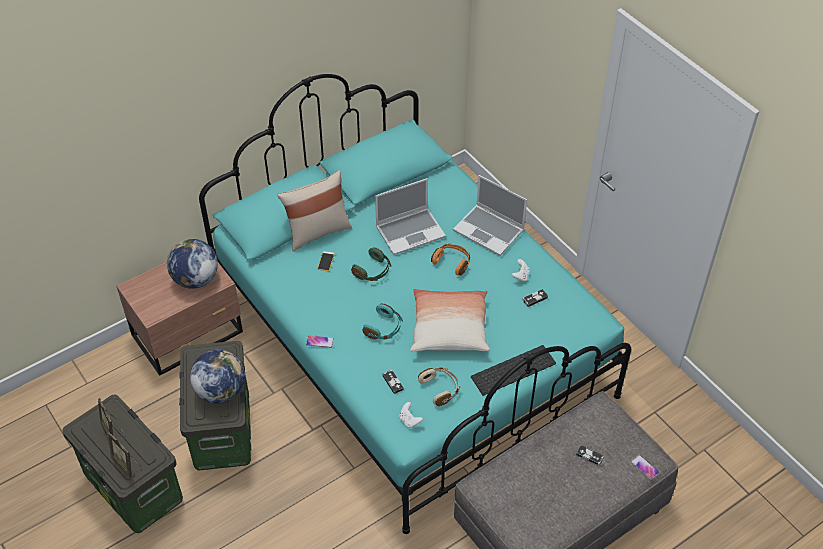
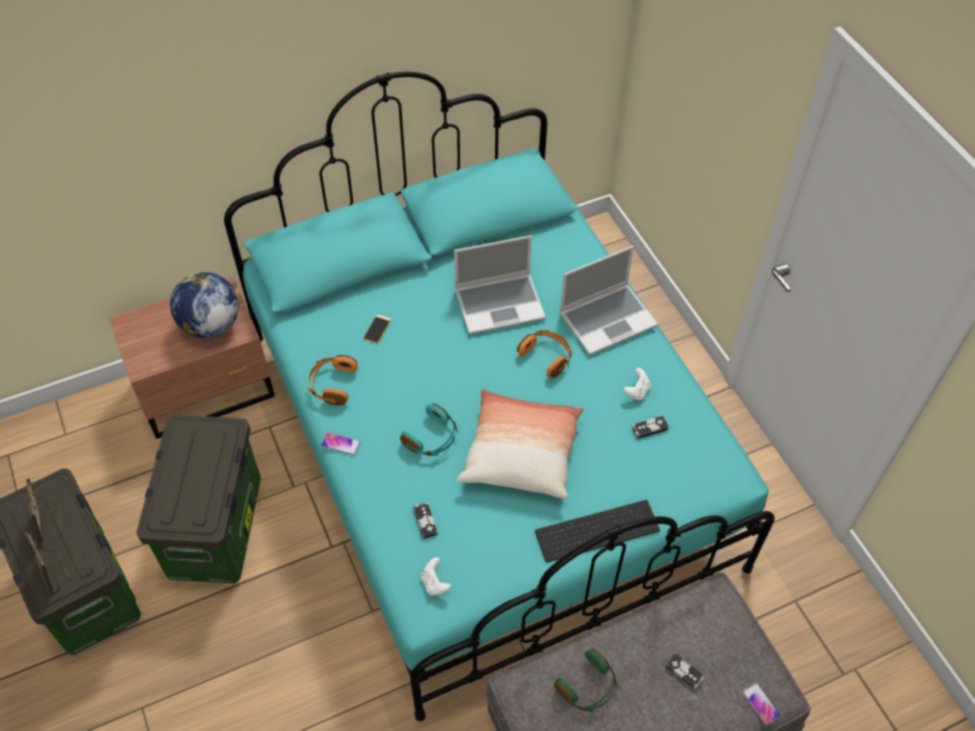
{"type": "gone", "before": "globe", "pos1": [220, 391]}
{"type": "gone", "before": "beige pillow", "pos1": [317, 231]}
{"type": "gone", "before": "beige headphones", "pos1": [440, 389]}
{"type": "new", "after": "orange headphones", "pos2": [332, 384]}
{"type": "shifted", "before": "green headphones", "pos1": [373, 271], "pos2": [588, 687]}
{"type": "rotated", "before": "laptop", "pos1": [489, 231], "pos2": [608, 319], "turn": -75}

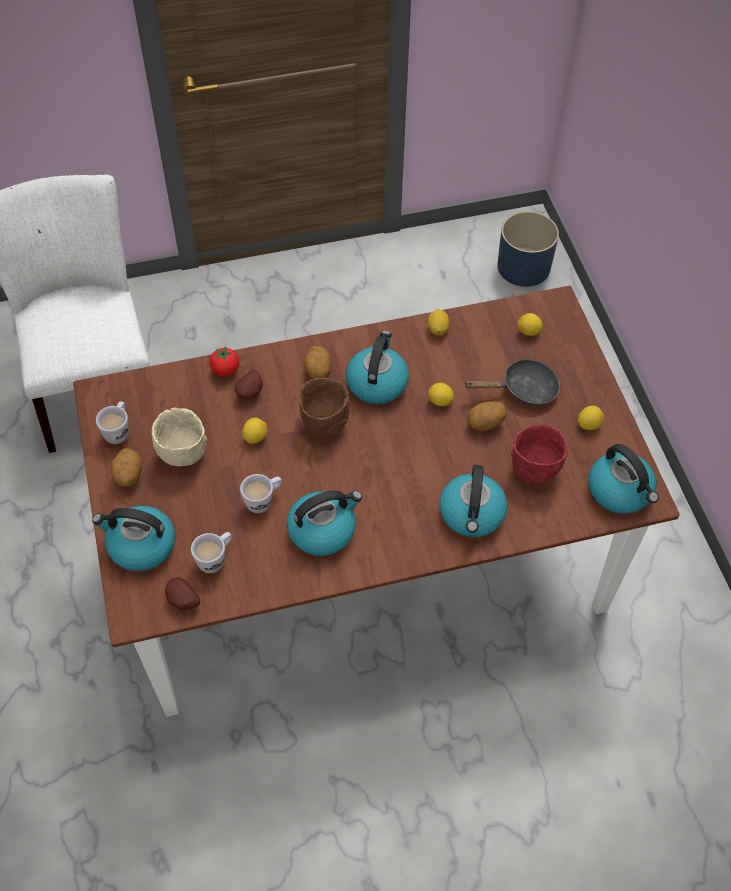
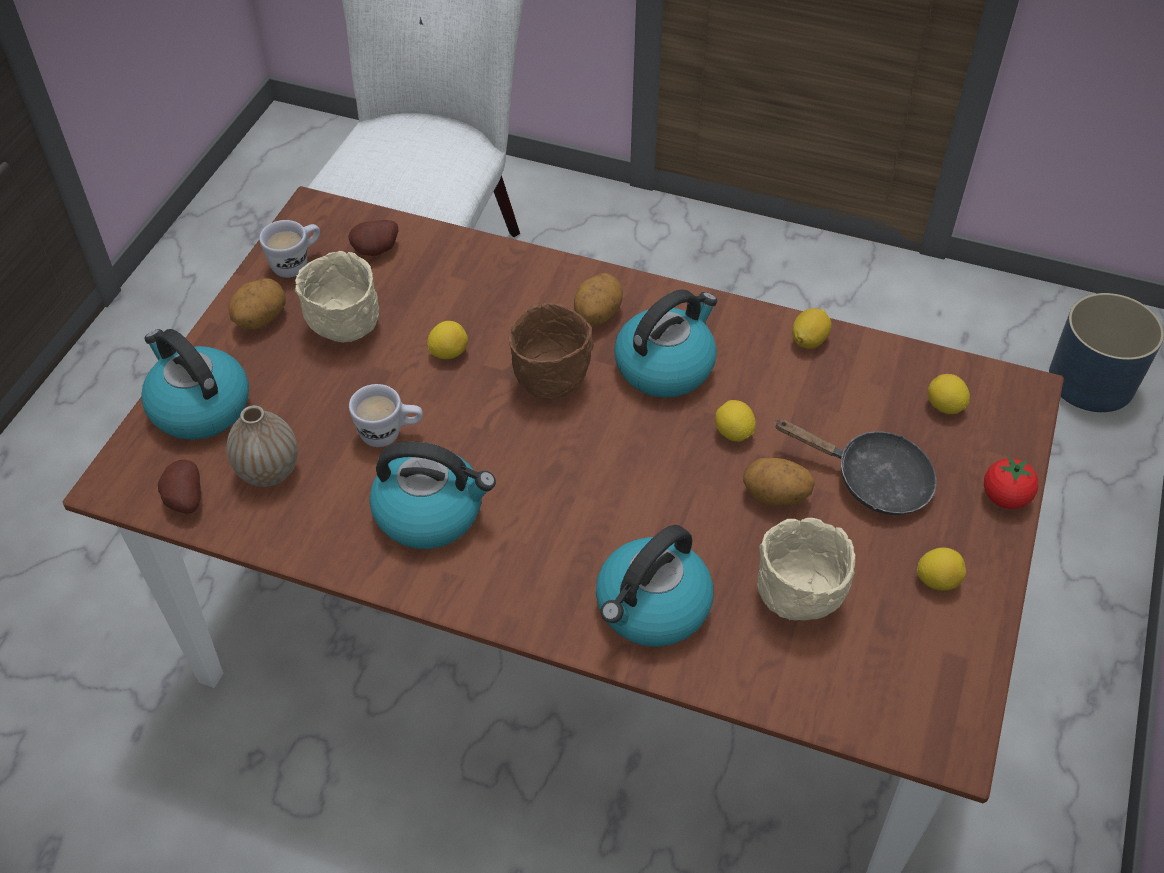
{"type": "gone", "before": "kettle", "pos1": [620, 491]}
{"type": "shifted", "before": "tomato", "pos1": [225, 370], "pos2": [1005, 497]}
{"type": "shifted", "before": "potato", "pos1": [251, 393], "pos2": [377, 251]}
{"type": "swapped", "before": "white mug", "after": "vase", "pos1": [215, 559], "pos2": [269, 471]}
{"type": "repainted", "before": "red bowl", "after": "beige bowl", "pos1": [535, 471], "pos2": [798, 600]}

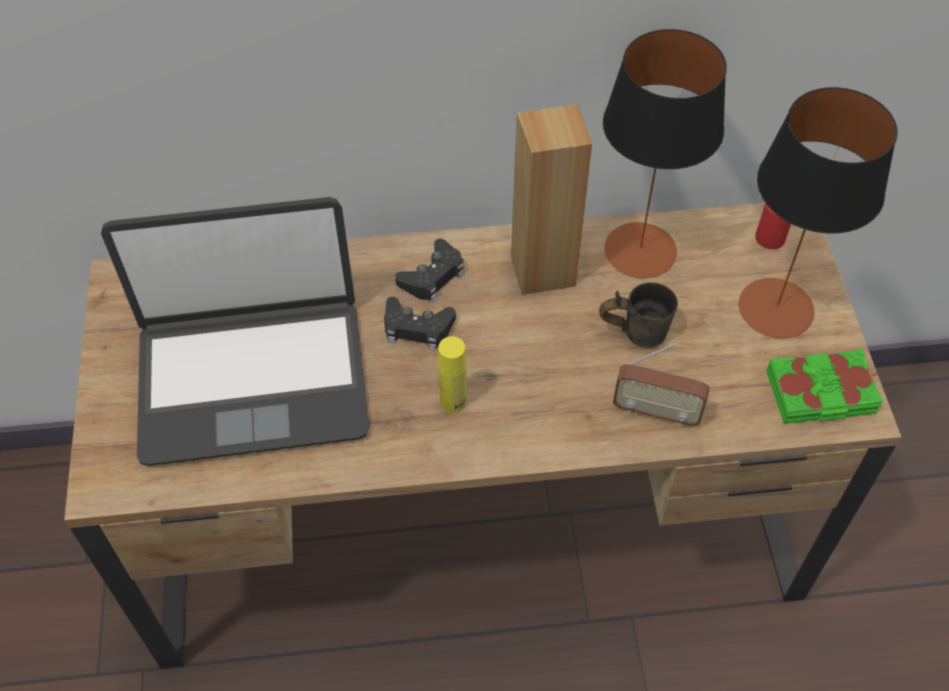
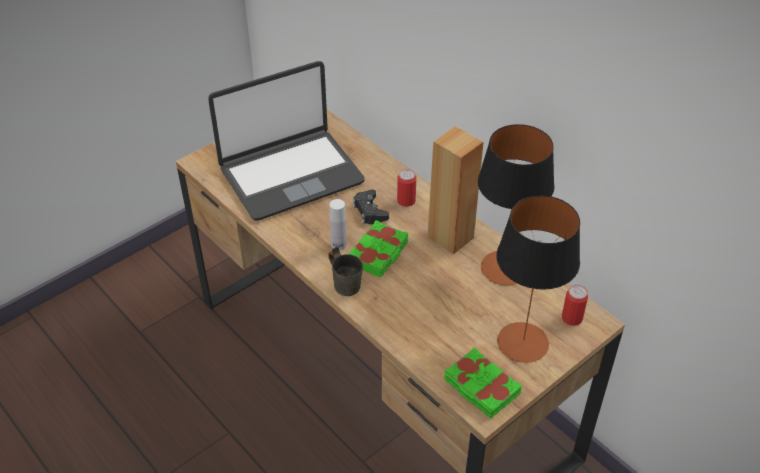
{"type": "gone", "before": "radio", "pos1": [656, 412]}
{"type": "new", "after": "green book", "pos2": [379, 253]}
{"type": "shifted", "before": "grey mug", "pos1": [635, 329], "pos2": [346, 282]}
{"type": "swapped", "before": "black game controller", "after": "can", "pos1": [432, 276], "pos2": [406, 201]}
{"type": "repainted", "before": "yellow bottle", "after": "white bottle", "pos1": [453, 402], "pos2": [339, 245]}
{"type": "rotated", "before": "laptop", "pos1": [252, 379], "pos2": [290, 175], "turn": -75}

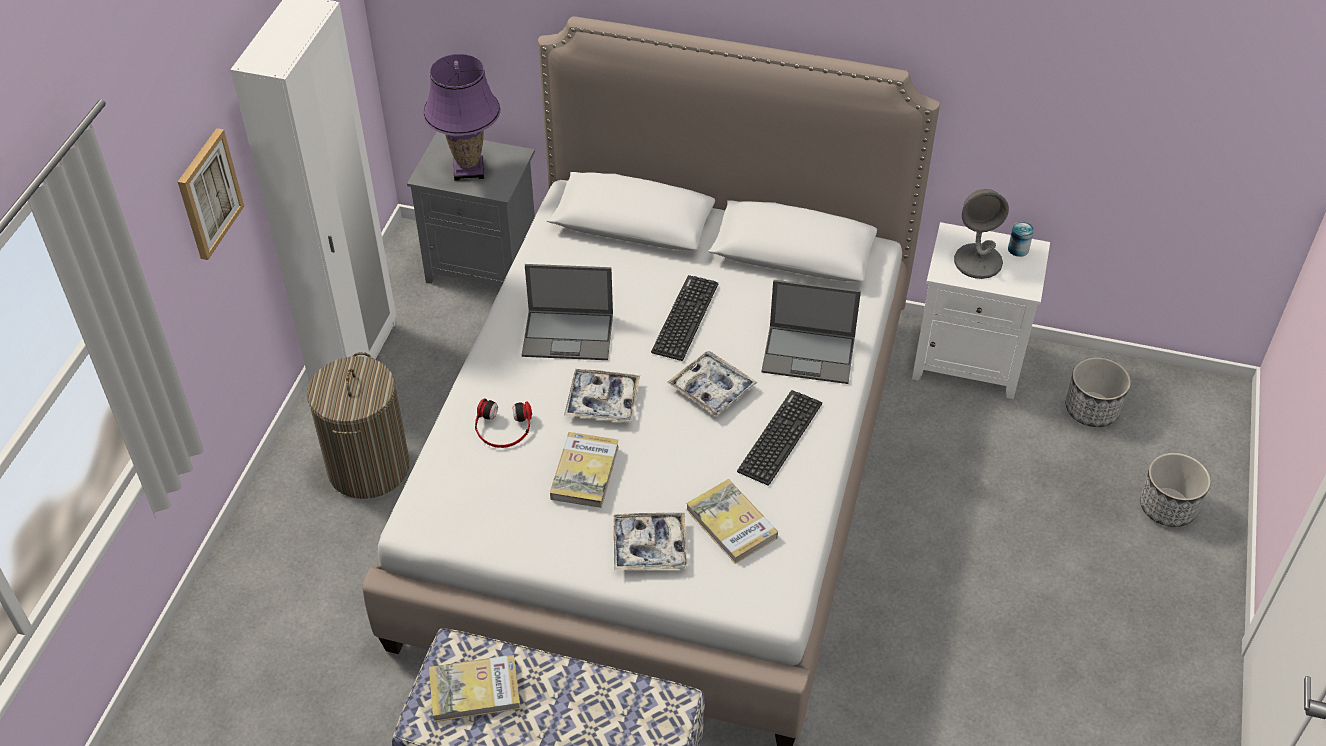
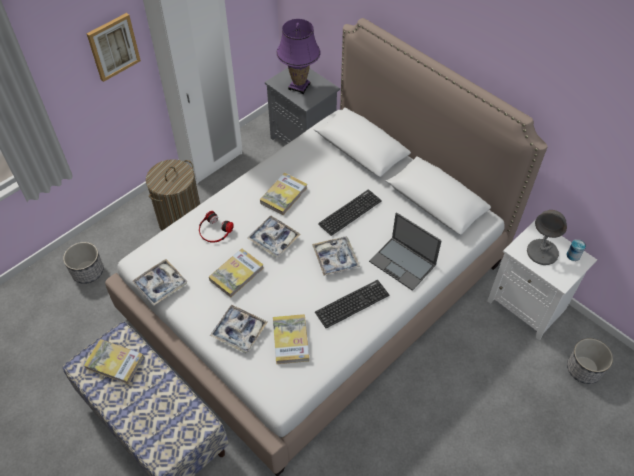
{"type": "new", "after": "tray", "pos2": [160, 285]}
{"type": "shifted", "before": "planter", "pos1": [1167, 507], "pos2": [88, 271]}
{"type": "swapped", "before": "laptop", "after": "book", "pos1": [569, 335], "pos2": [283, 195]}

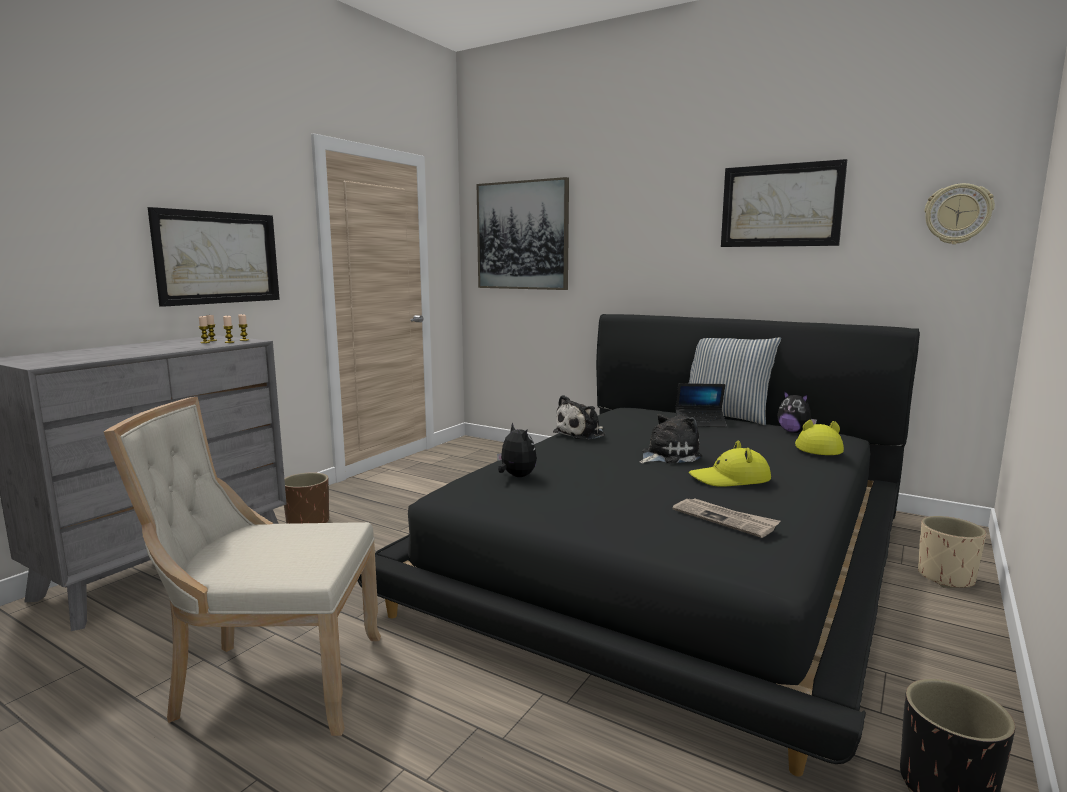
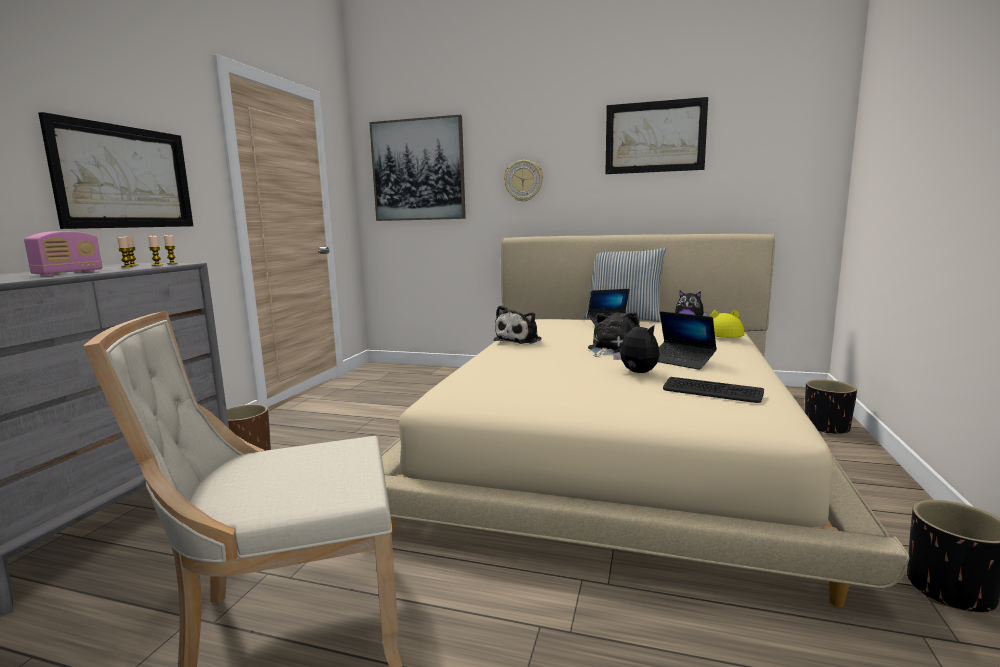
{"type": "new", "after": "radio", "pos2": [68, 273]}
{"type": "shifted", "before": "plush toy", "pos1": [516, 476], "pos2": [637, 373]}
{"type": "shifted", "before": "wall clock", "pos1": [957, 214], "pos2": [523, 181]}
{"type": "swapped", "before": "newspaper", "after": "keyboard", "pos1": [725, 519], "pos2": [712, 391]}
{"type": "swapped", "before": "yellow hat", "after": "laptop", "pos1": [730, 479], "pos2": [681, 361]}
{"type": "repainted", "before": "black bed", "after": "beige bed", "pos1": [671, 554], "pos2": [613, 438]}
{"type": "repainted", "before": "beige planter", "after": "black planter", "pos1": [946, 578], "pos2": [827, 428]}

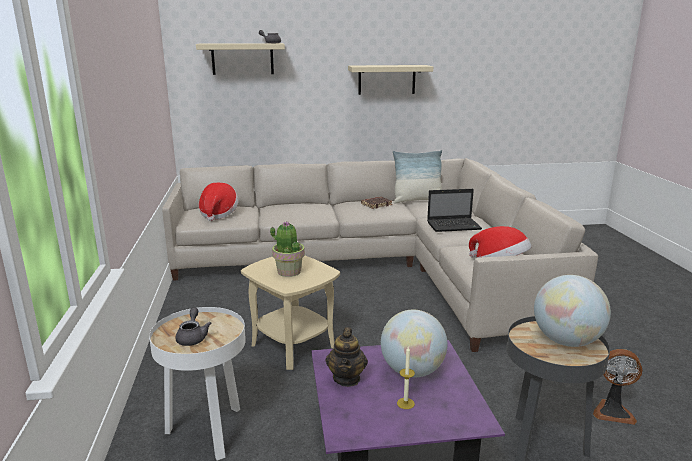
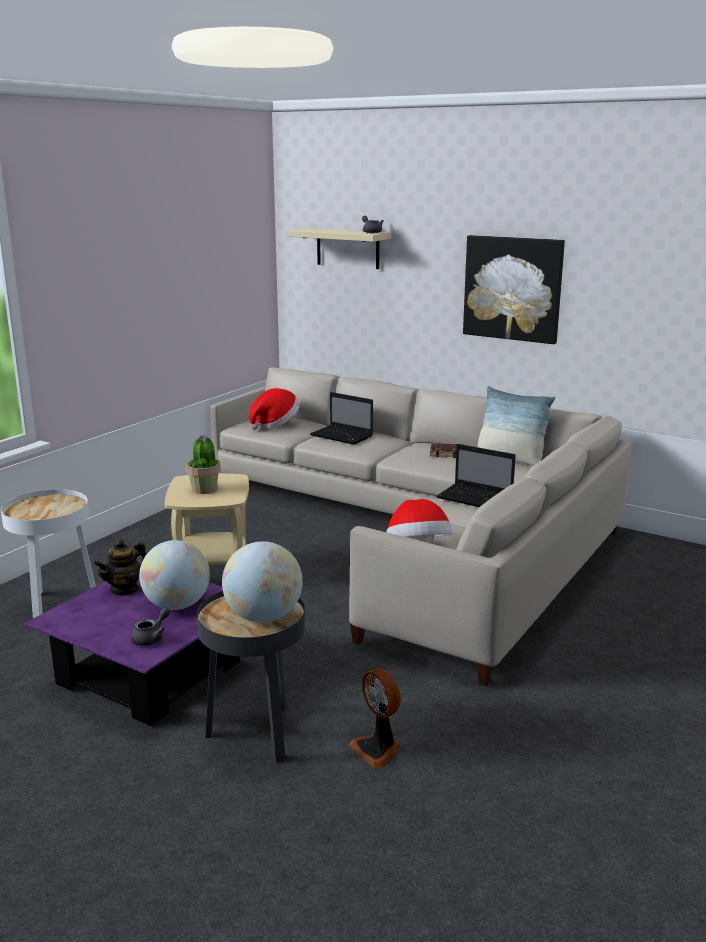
{"type": "gone", "before": "candle", "pos1": [405, 403]}
{"type": "new", "after": "laptop", "pos2": [343, 436]}
{"type": "shifted", "before": "grey teapot", "pos1": [193, 337], "pos2": [151, 638]}
{"type": "swapped", "before": "beige shelf", "after": "picture", "pos1": [386, 79], "pos2": [513, 288]}

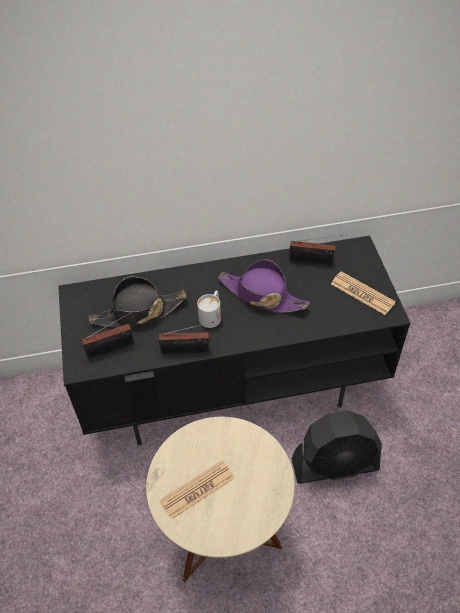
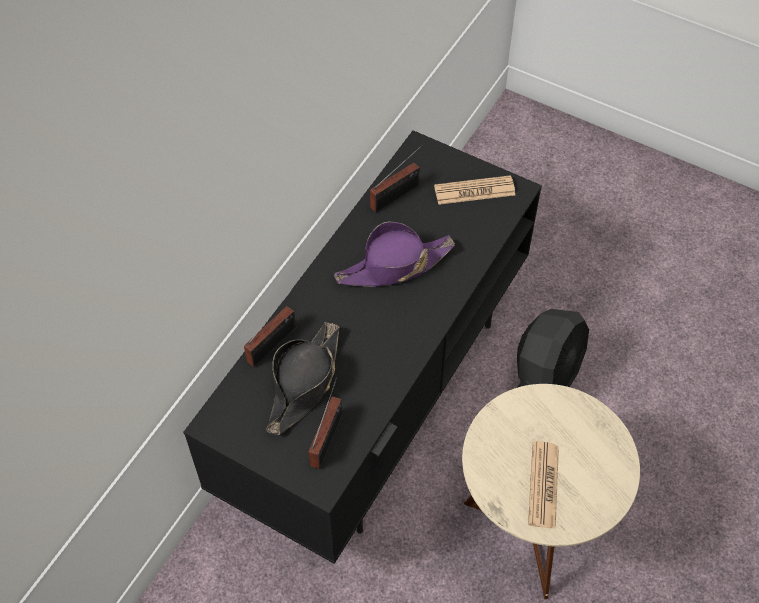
{"type": "gone", "before": "white mug", "pos1": [212, 315]}
{"type": "shifted", "before": "radio", "pos1": [188, 351], "pos2": [275, 343]}

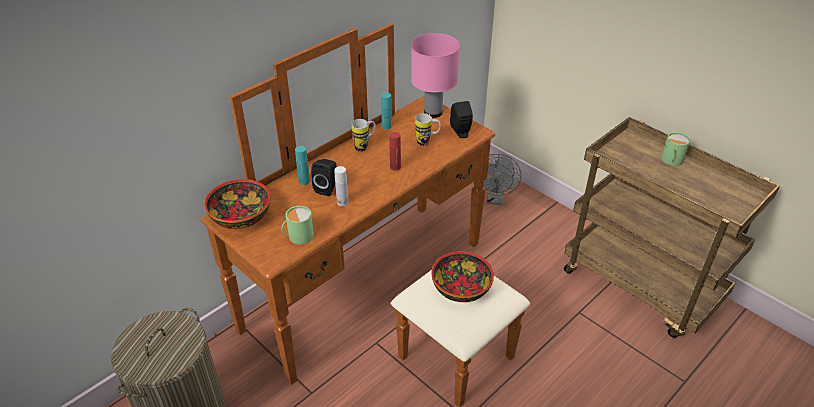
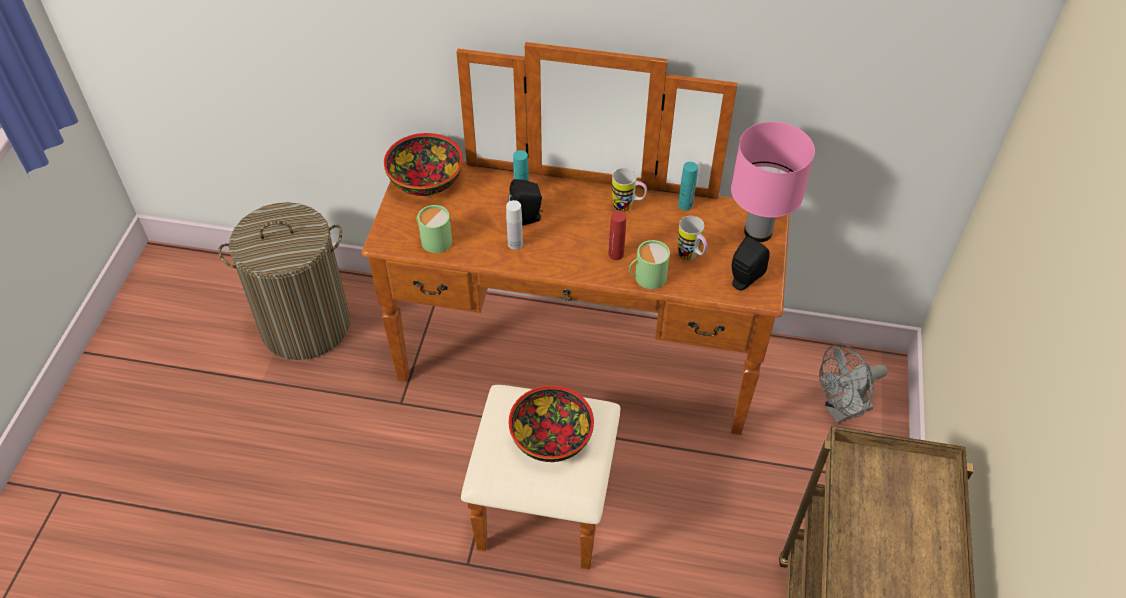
{"type": "shifted", "before": "green mug", "pos1": [671, 160], "pos2": [647, 277]}

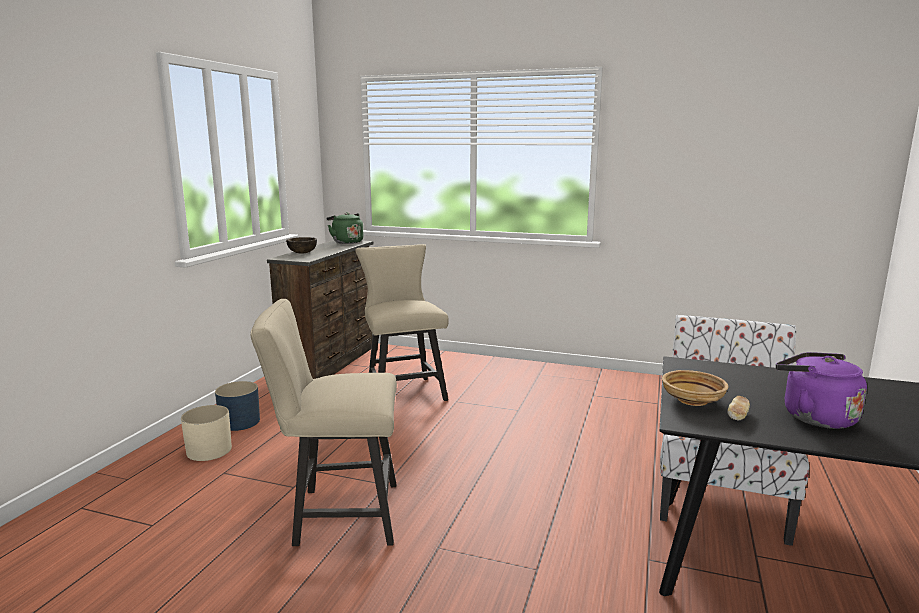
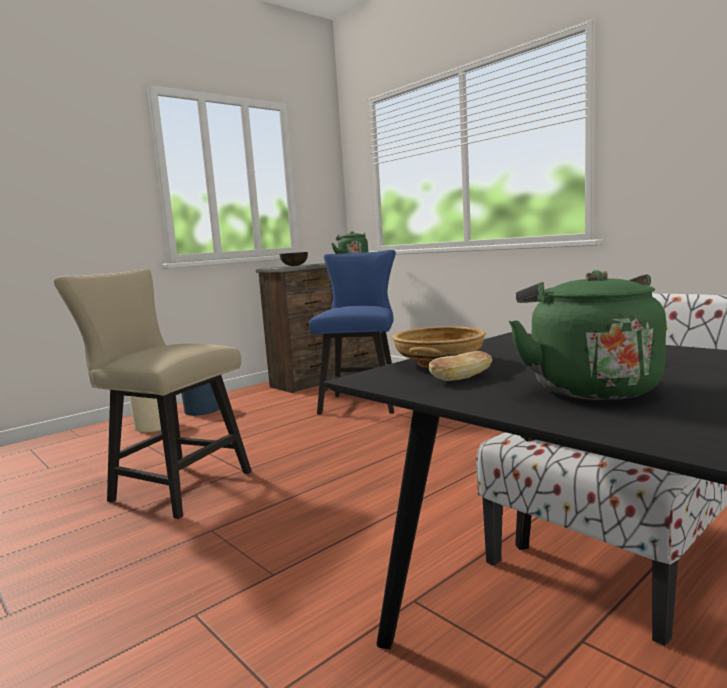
{"type": "repainted", "before": "beige chair", "after": "blue chair", "pos1": [403, 391], "pos2": [362, 402]}
{"type": "repainted", "before": "purple kettle", "after": "green kettle", "pos1": [814, 417], "pos2": [588, 387]}

